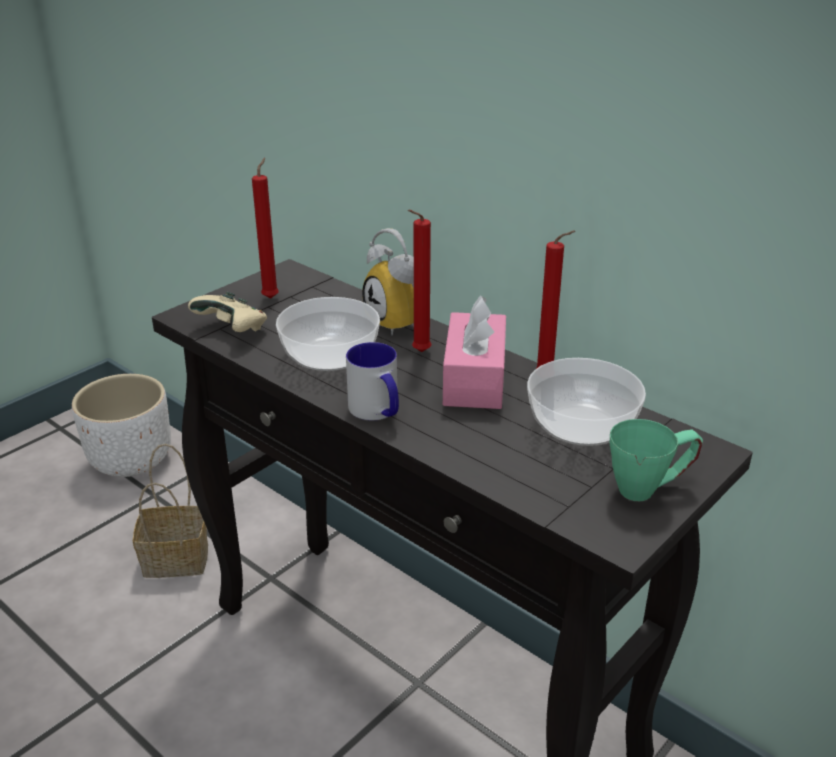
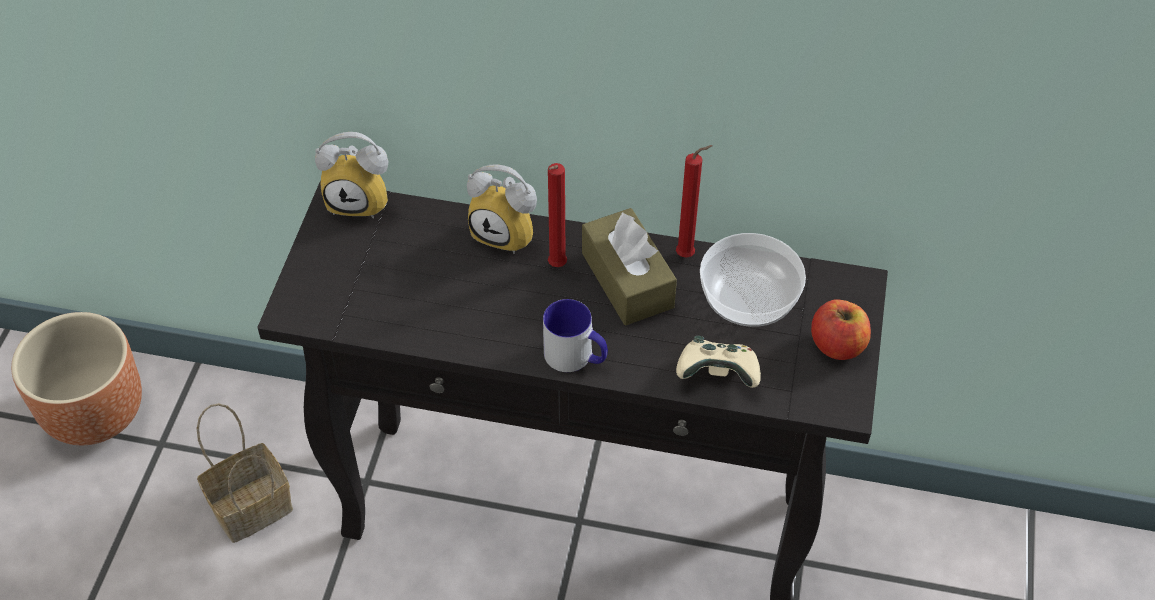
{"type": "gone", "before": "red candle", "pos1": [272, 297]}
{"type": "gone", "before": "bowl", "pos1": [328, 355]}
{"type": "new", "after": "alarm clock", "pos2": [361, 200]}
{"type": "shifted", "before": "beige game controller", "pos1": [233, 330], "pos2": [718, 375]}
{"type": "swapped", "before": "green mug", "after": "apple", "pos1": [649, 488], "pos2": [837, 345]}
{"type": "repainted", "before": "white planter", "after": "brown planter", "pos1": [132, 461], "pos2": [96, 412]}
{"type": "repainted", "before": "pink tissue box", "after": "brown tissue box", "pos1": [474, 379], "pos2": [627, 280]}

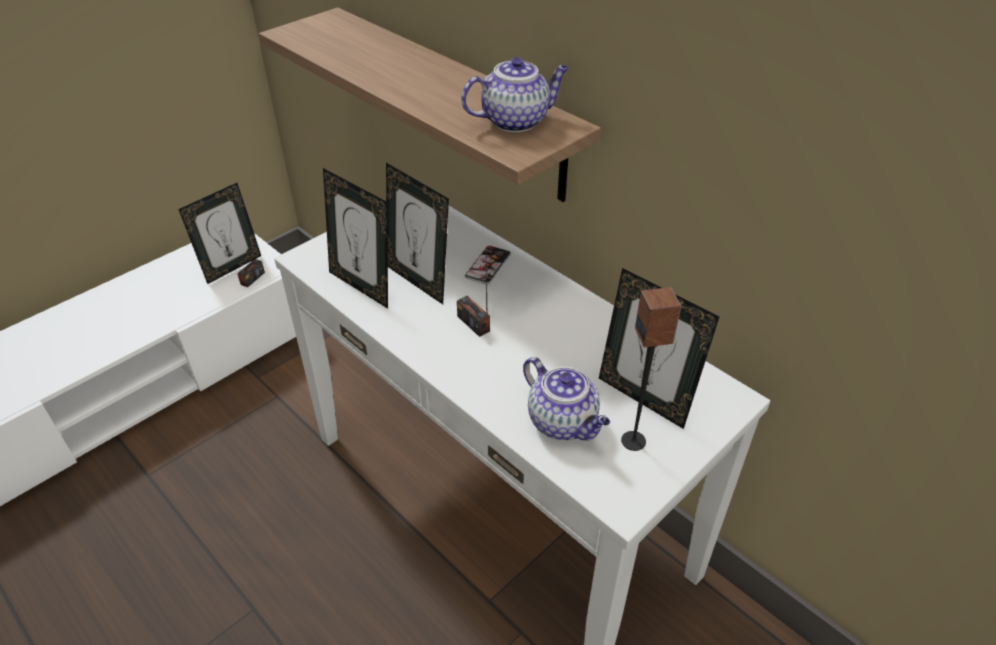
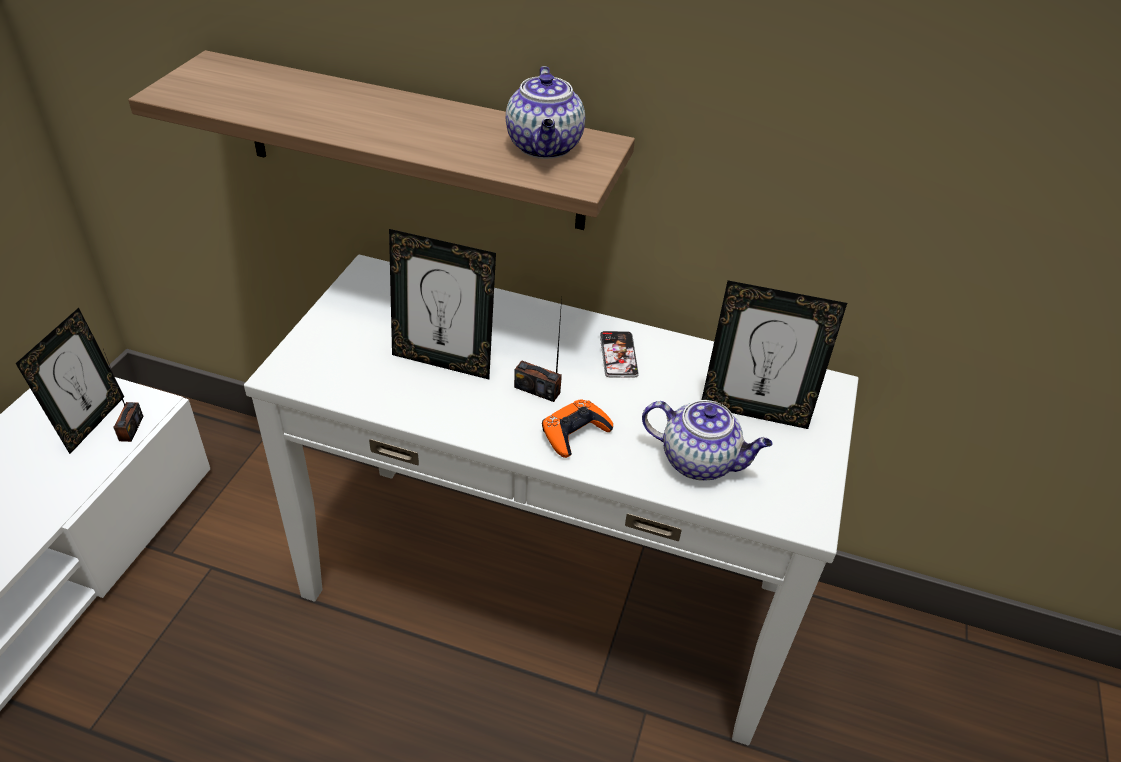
{"type": "gone", "before": "picture frame", "pos1": [363, 286]}
{"type": "gone", "before": "speaker", "pos1": [634, 441]}
{"type": "new", "after": "orange game controller", "pos2": [575, 433]}
{"type": "shifted", "before": "phone", "pos1": [488, 265], "pos2": [618, 355]}
{"type": "rotated", "before": "teapot", "pos1": [516, 120], "pos2": [545, 148], "turn": 135}

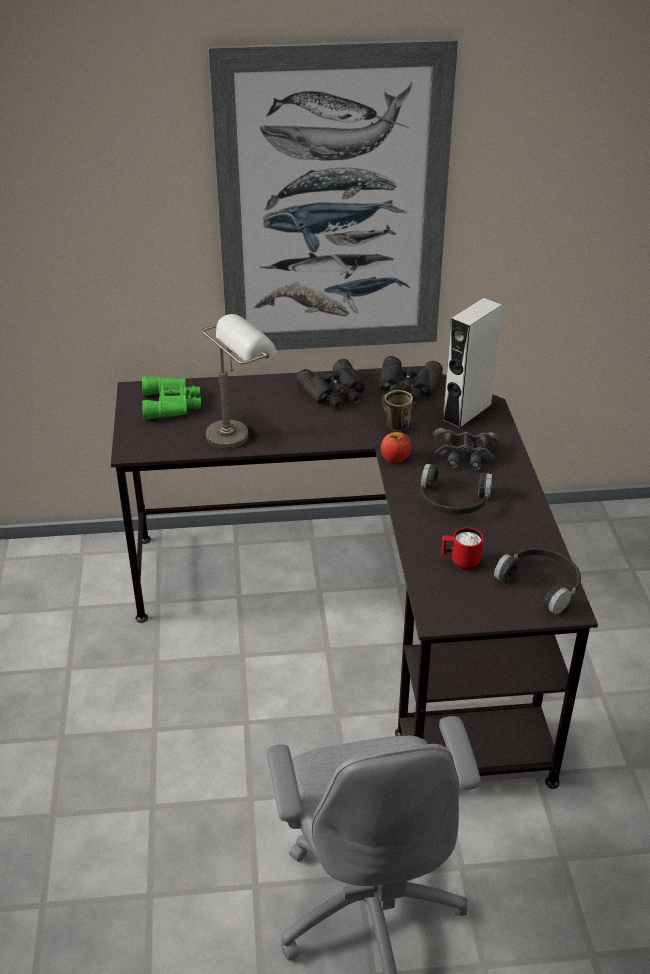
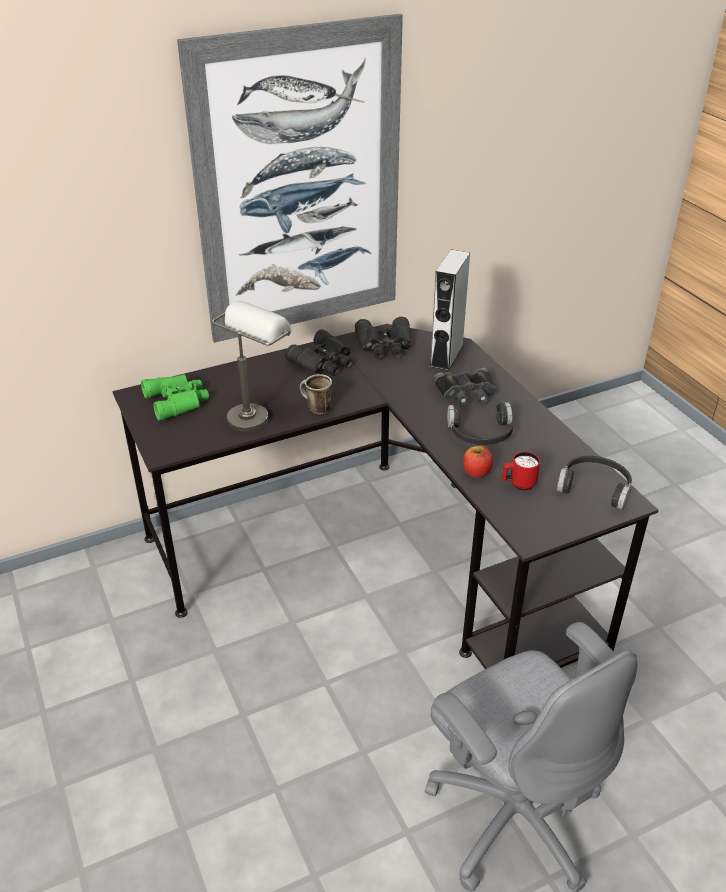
{"type": "shifted", "before": "apple", "pos1": [395, 458], "pos2": [476, 472]}
{"type": "shifted", "before": "mug", "pos1": [393, 424], "pos2": [315, 408]}

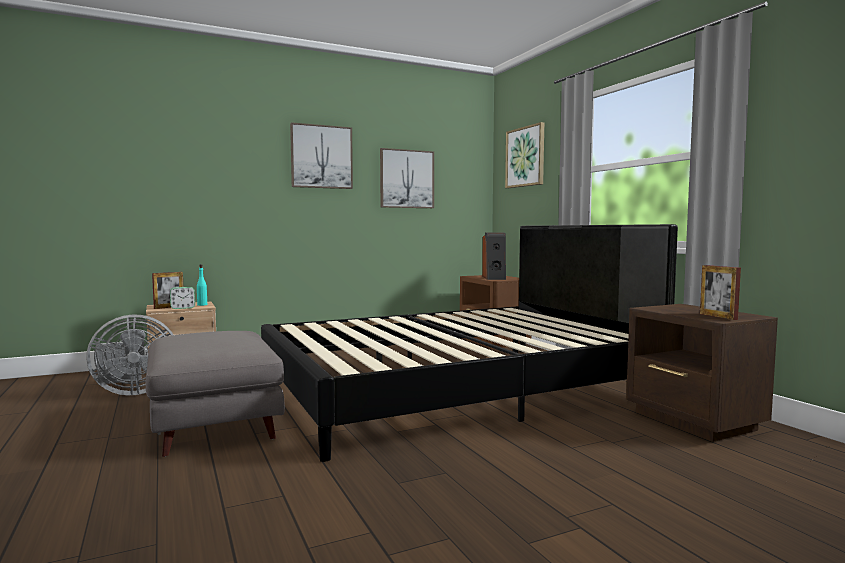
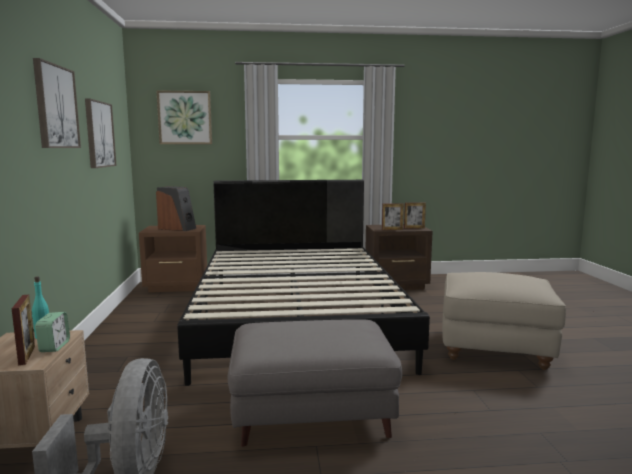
{"type": "new", "after": "picture frame", "pos2": [392, 229]}
{"type": "new", "after": "beige ottoman", "pos2": [495, 349]}

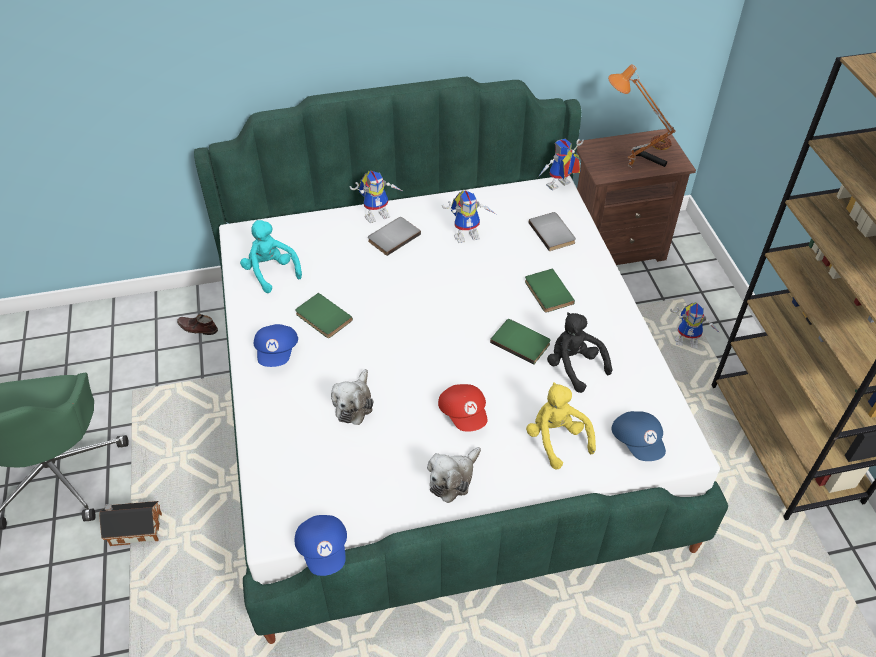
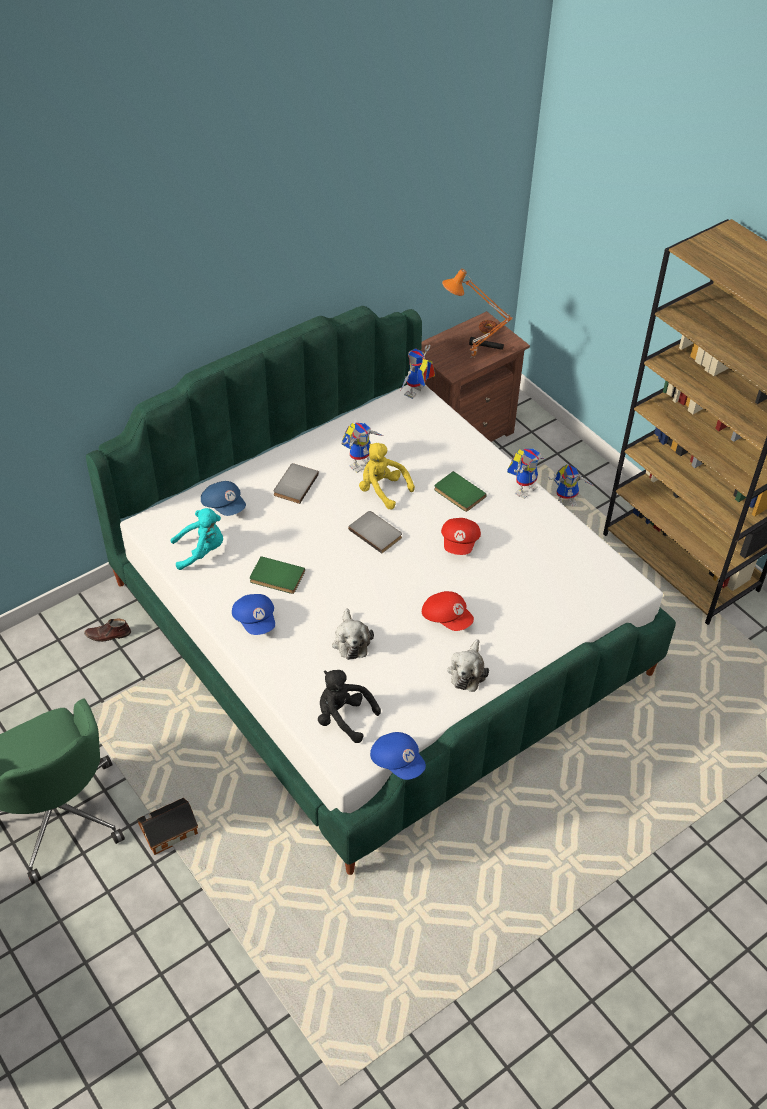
{"type": "shifted", "before": "toy robot", "pos1": [378, 214], "pos2": [524, 487]}
{"type": "shifted", "before": "yellow plush toy", "pos1": [556, 439], "pos2": [382, 490]}
{"type": "shifted", "before": "grey book", "pos1": [553, 232], "pos2": [376, 532]}
{"type": "shifted", "before": "black plush toy", "pos1": [574, 366], "pos2": [343, 717]}
{"type": "shifted", "before": "blue cap", "pos1": [638, 442], "pos2": [224, 506]}
{"type": "swapped", "before": "green book", "after": "red cap", "pos1": [521, 342], "pos2": [460, 543]}
{"type": "rotated", "before": "turquoise plush toy", "pos1": [271, 272], "pos2": [201, 551], "turn": 135}

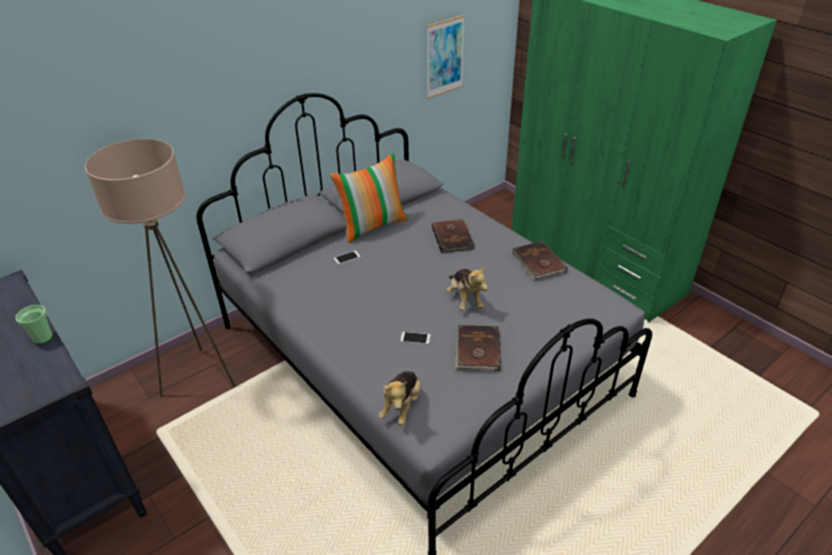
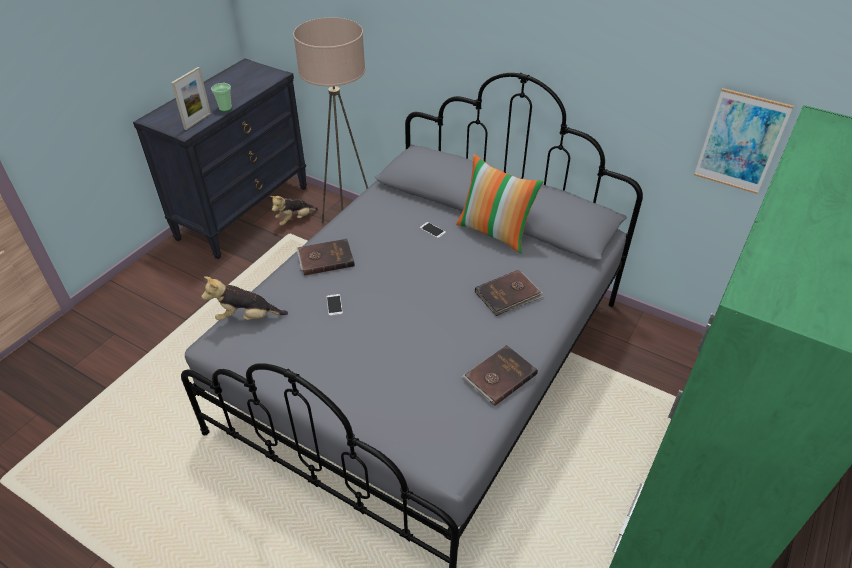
{"type": "new", "after": "picture frame", "pos2": [197, 121]}
{"type": "shifted", "before": "plush toy", "pos1": [464, 299], "pos2": [295, 220]}
{"type": "shifted", "before": "brown book", "pos1": [477, 350], "pos2": [325, 258]}

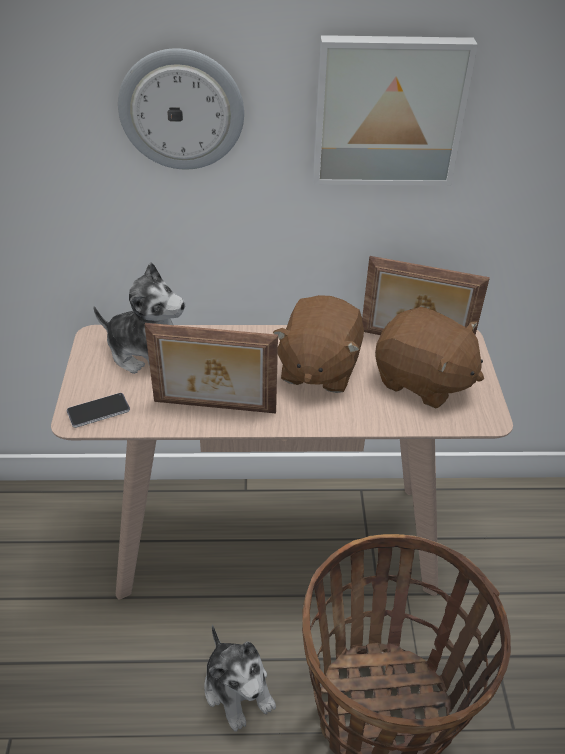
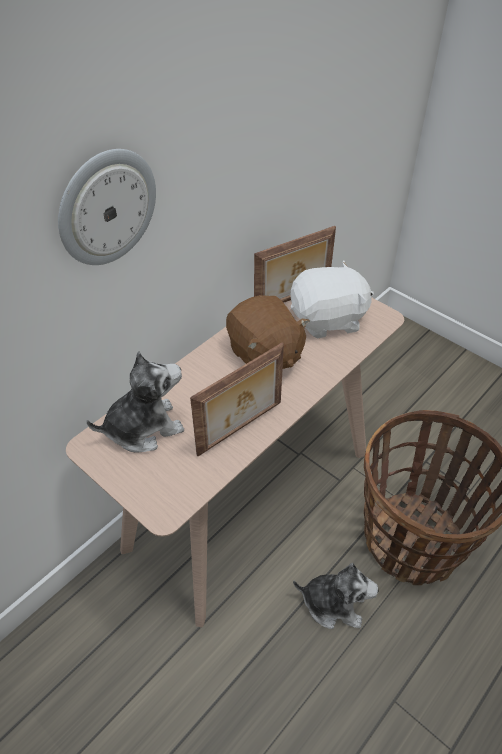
{"type": "gone", "before": "phone", "pos1": [98, 411]}
{"type": "gone", "before": "picture", "pos1": [388, 111]}
{"type": "repainted", "before": "brown plush toy", "after": "white plush toy", "pos1": [422, 381], "pos2": [328, 320]}

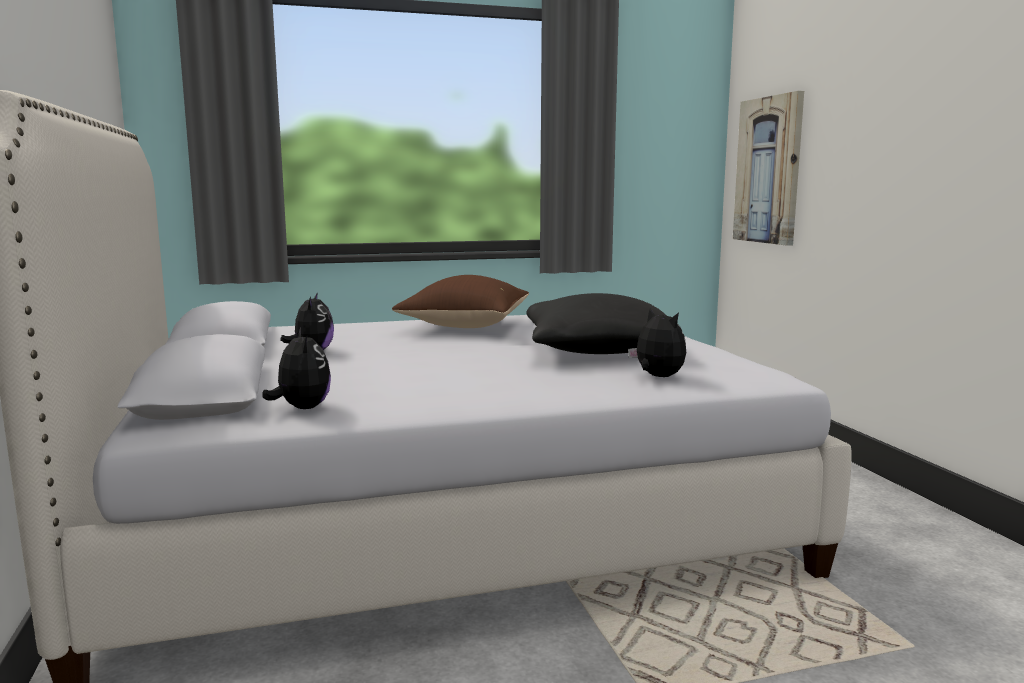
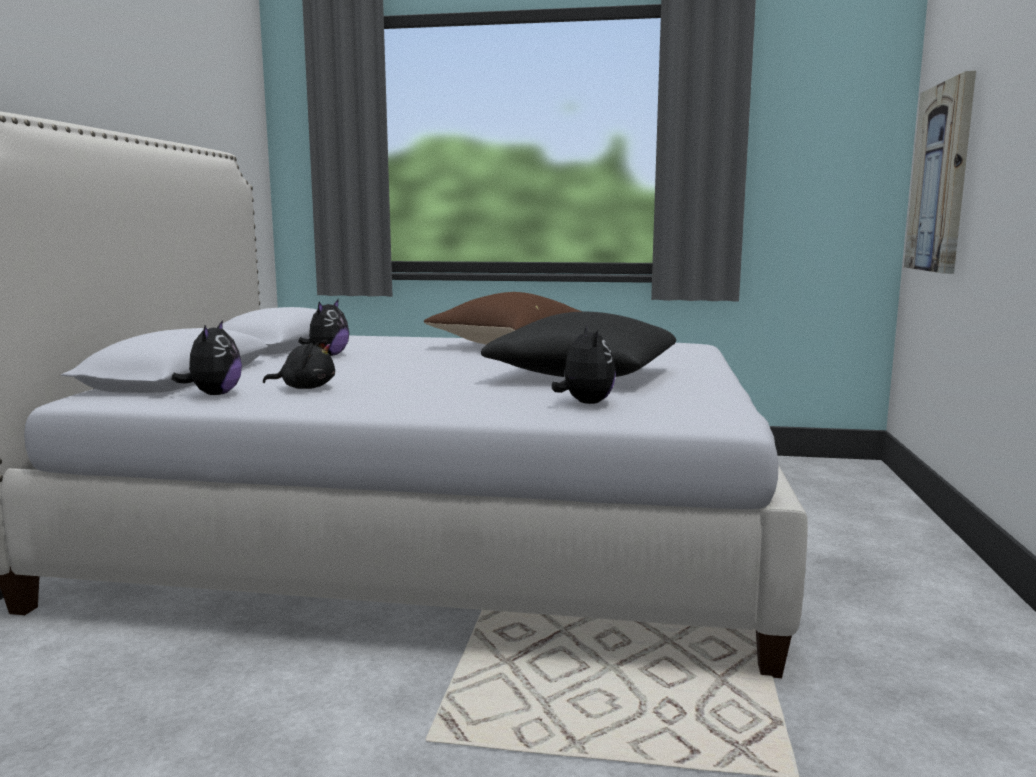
{"type": "new", "after": "black plush toy", "pos2": [305, 388]}

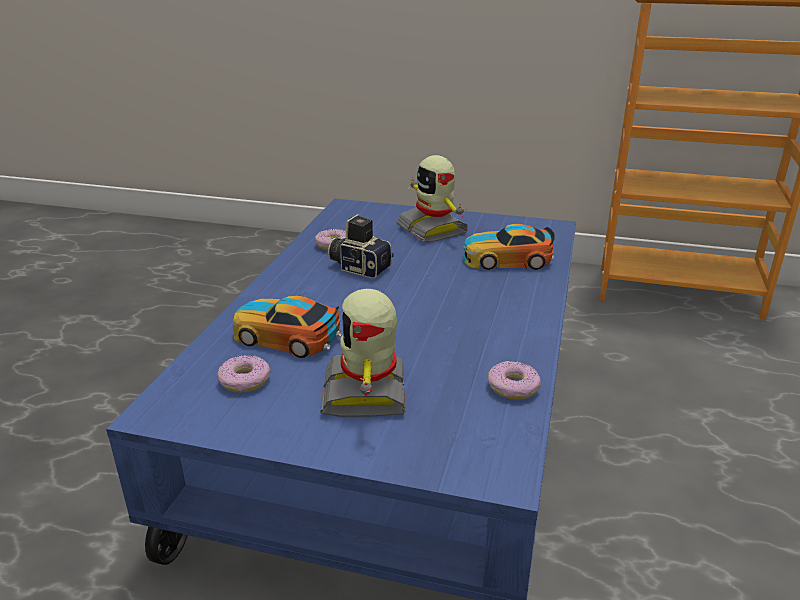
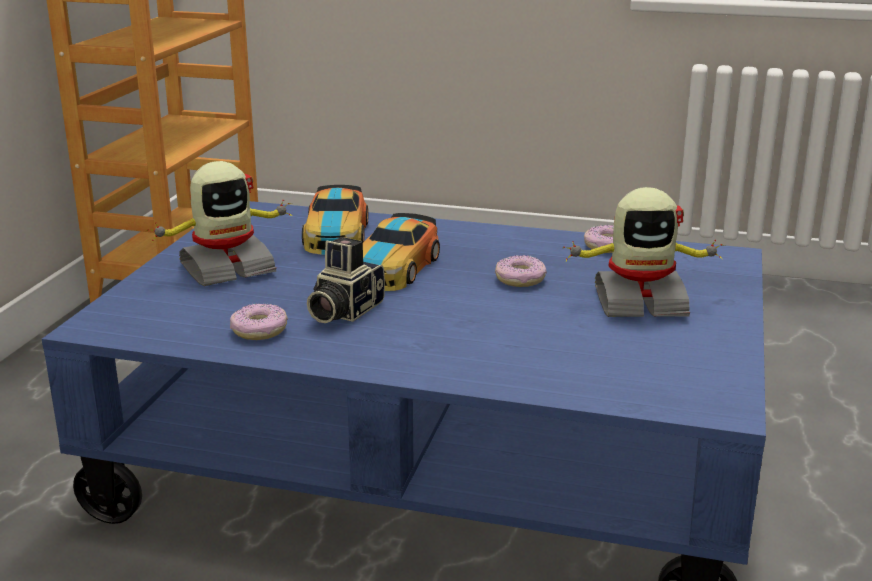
{"type": "shifted", "before": "donut", "pos1": [244, 381], "pos2": [520, 279]}
{"type": "shifted", "before": "toy car", "pos1": [286, 336], "pos2": [394, 268]}

